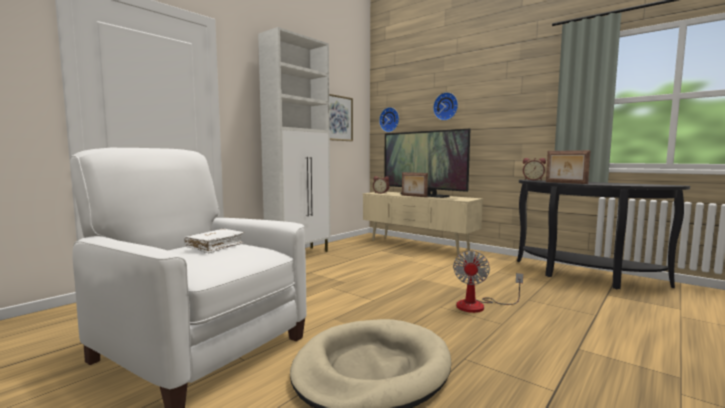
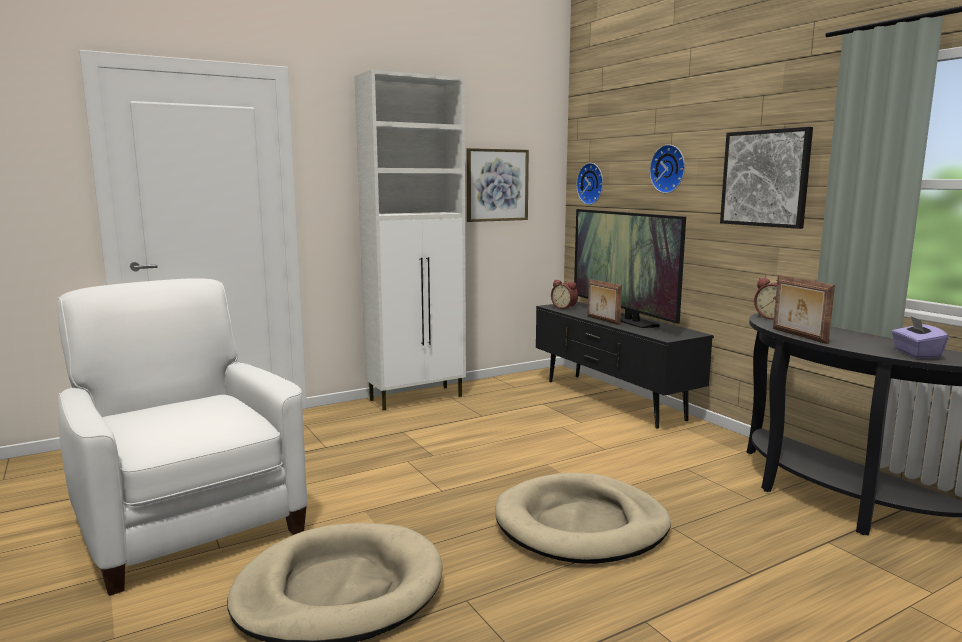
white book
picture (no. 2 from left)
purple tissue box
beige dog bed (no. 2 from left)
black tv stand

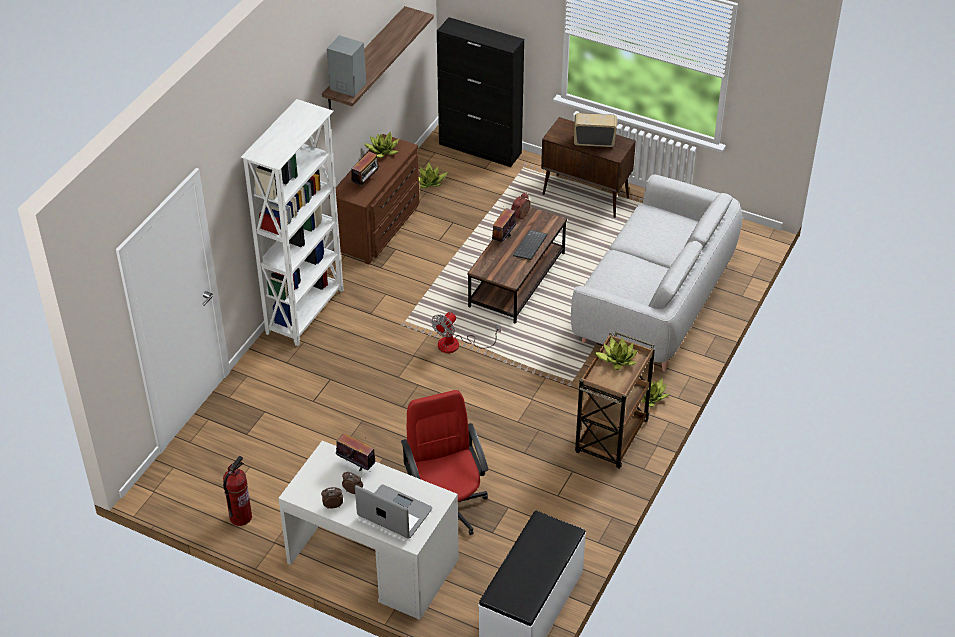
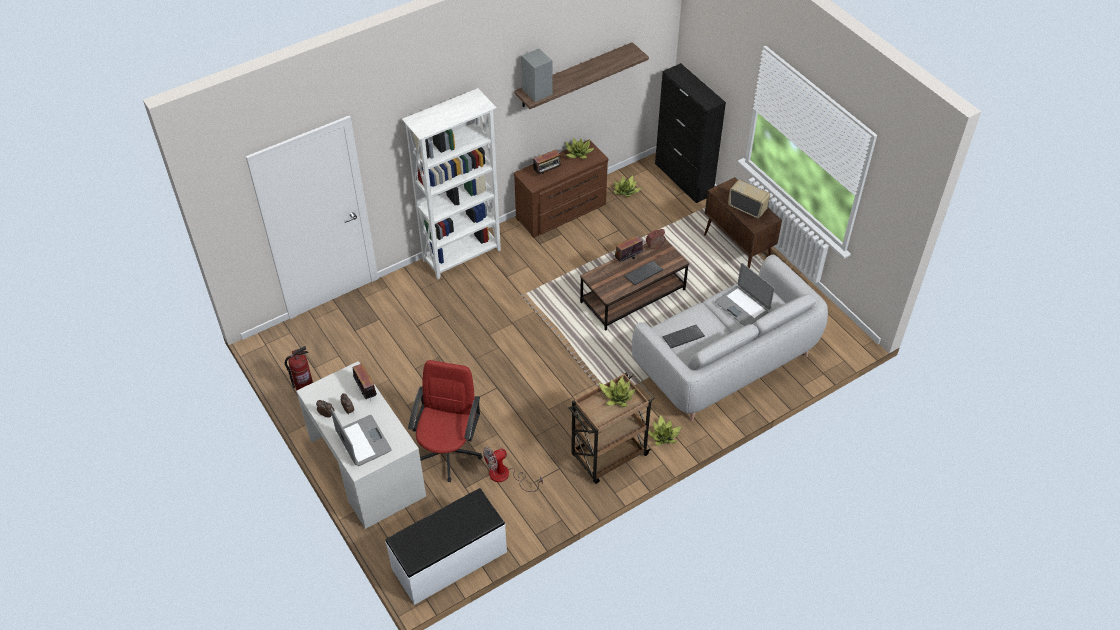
keyboard (no. 2 from left)
laptop (no. 2 from left)
fan

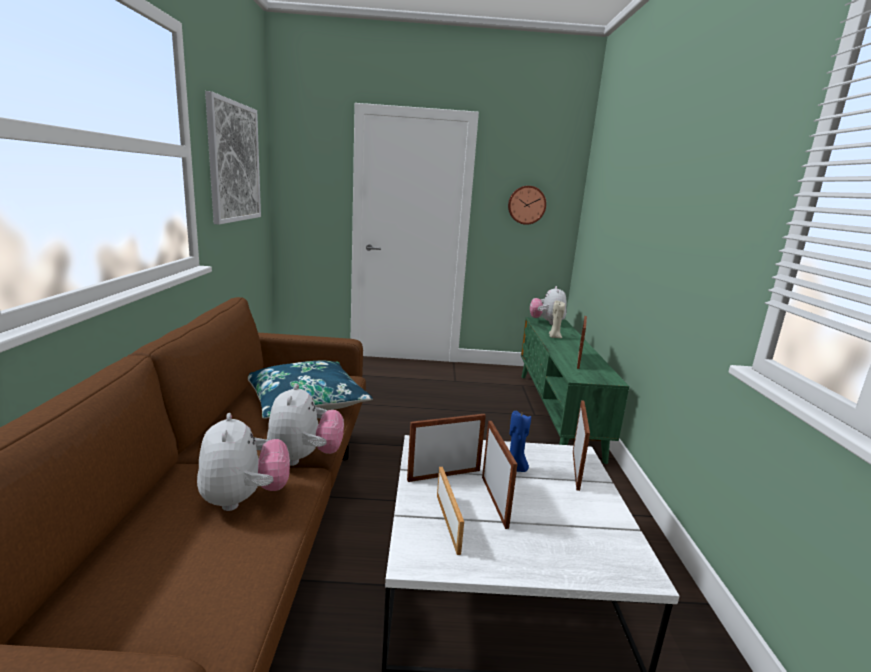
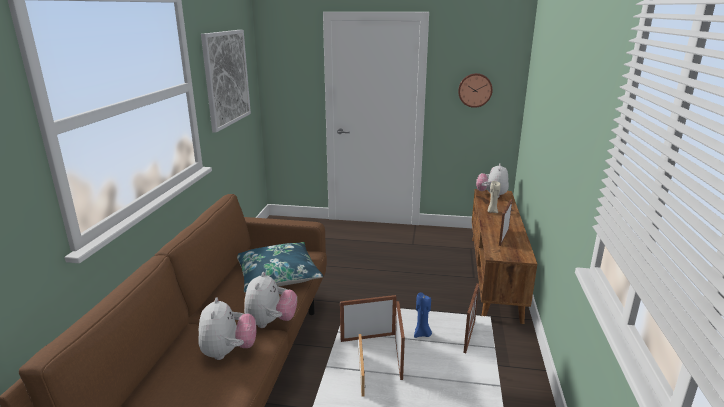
brown tv stand

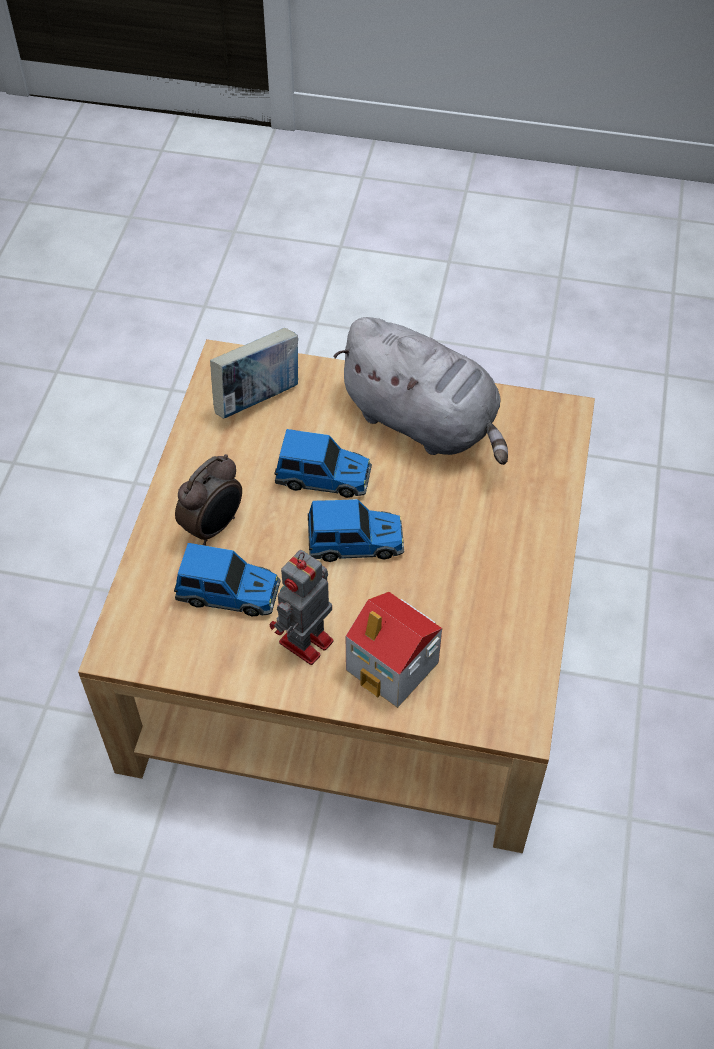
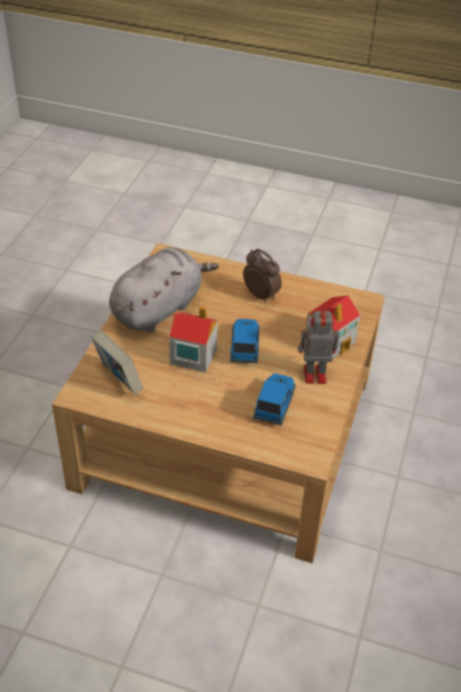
alarm clock
toy house (no. 1 from left)
toy robot

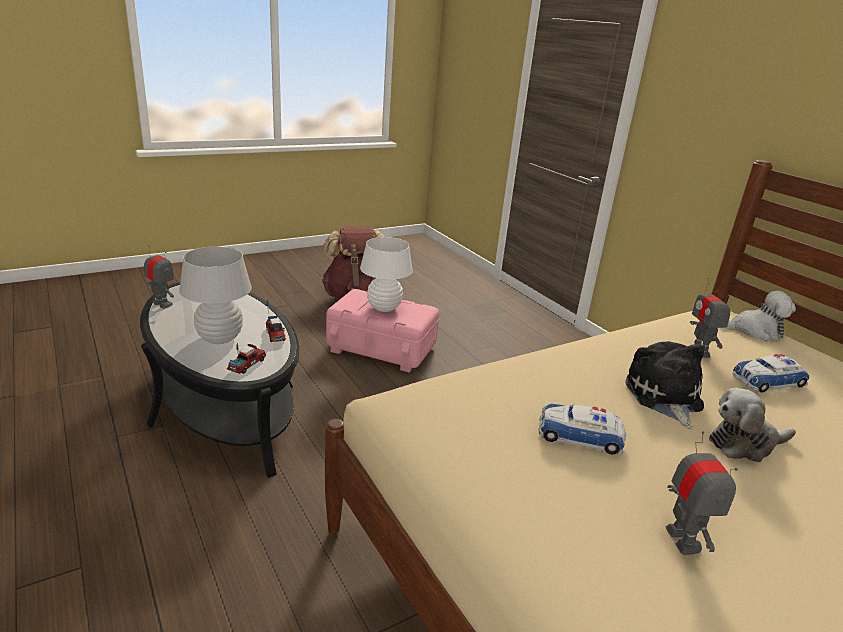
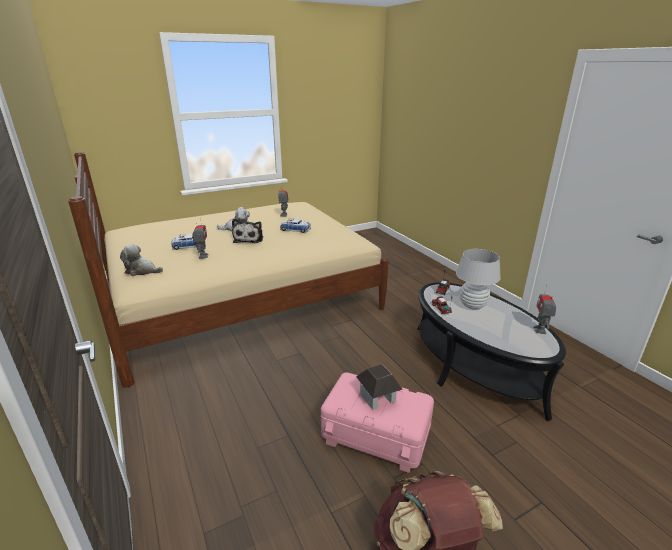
toy house
toy robot (no. 3 from left)

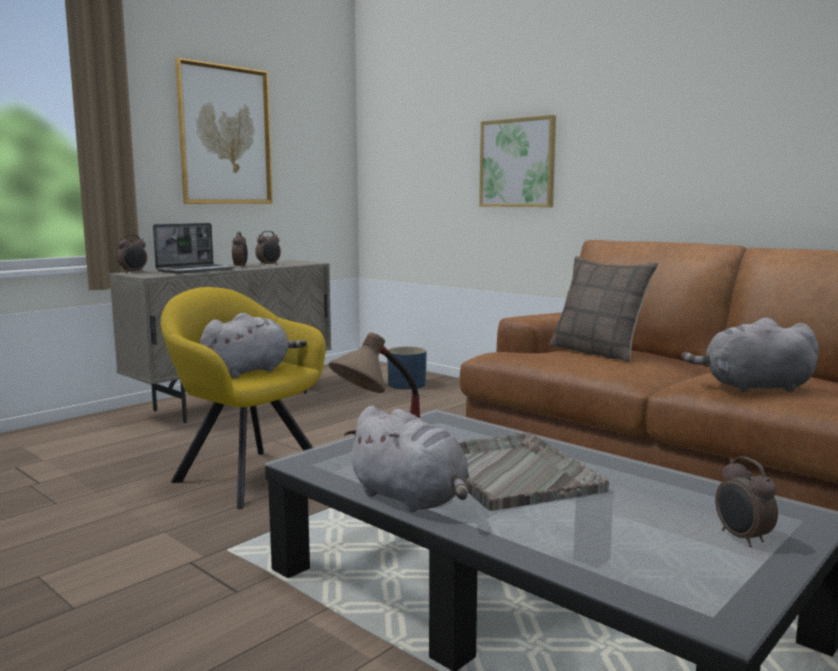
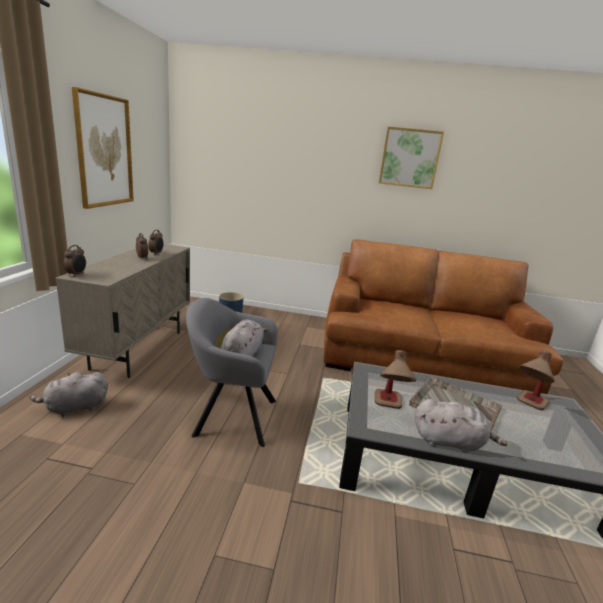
laptop
pillow
alarm clock (no. 4 from left in the first image)
table lamp (no. 2 from left)
picture (no. 2 from left)
grey plush toy (no. 1 from left)
grey armchair

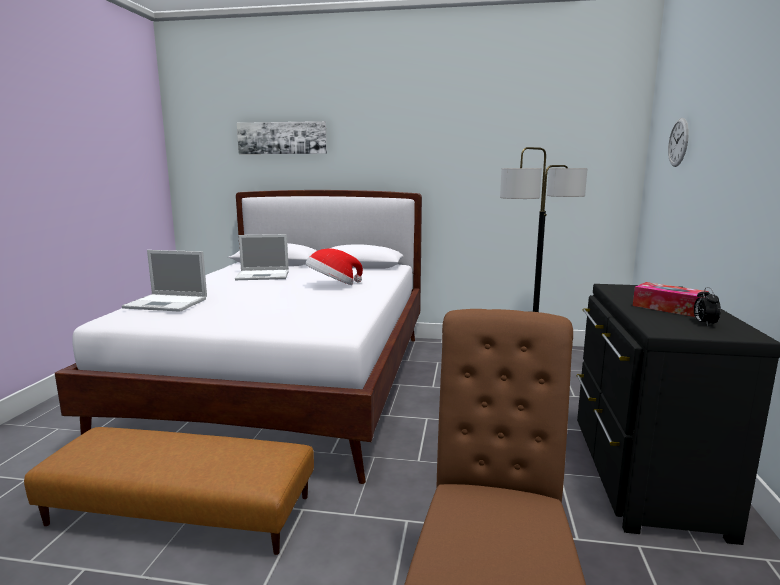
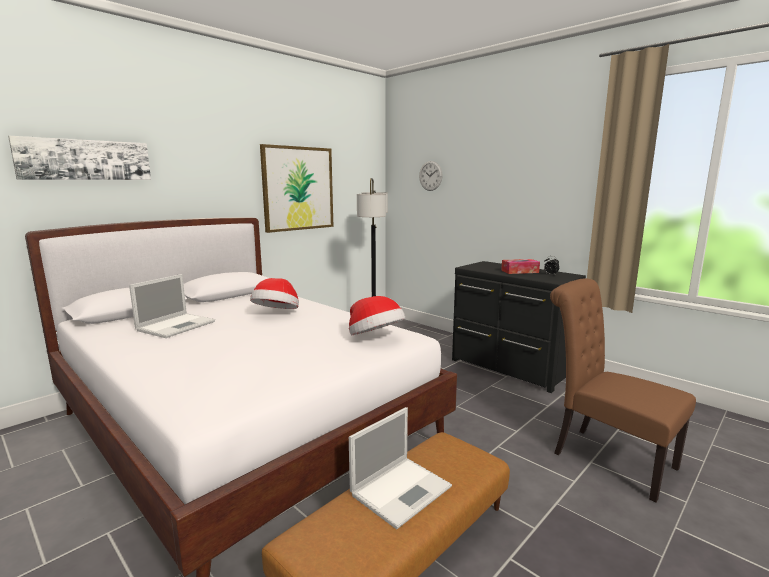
picture (no. 2 from left)
hat (no. 2 from left)
laptop (no. 2 from left)

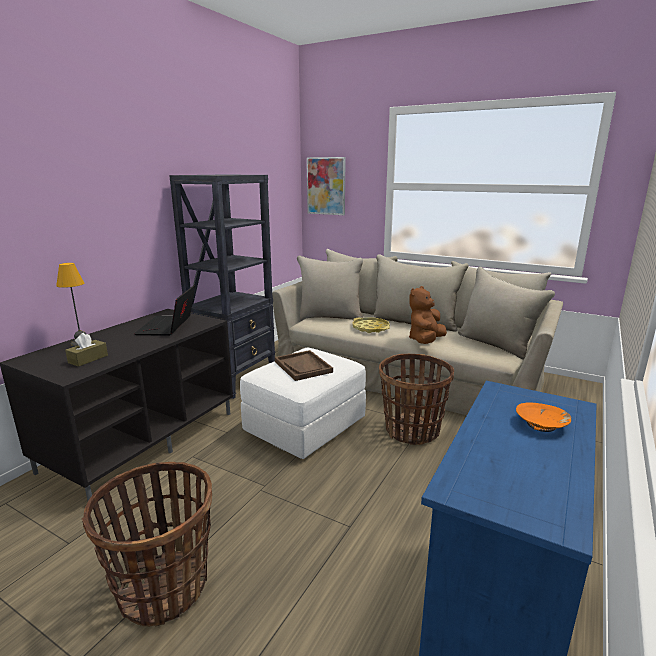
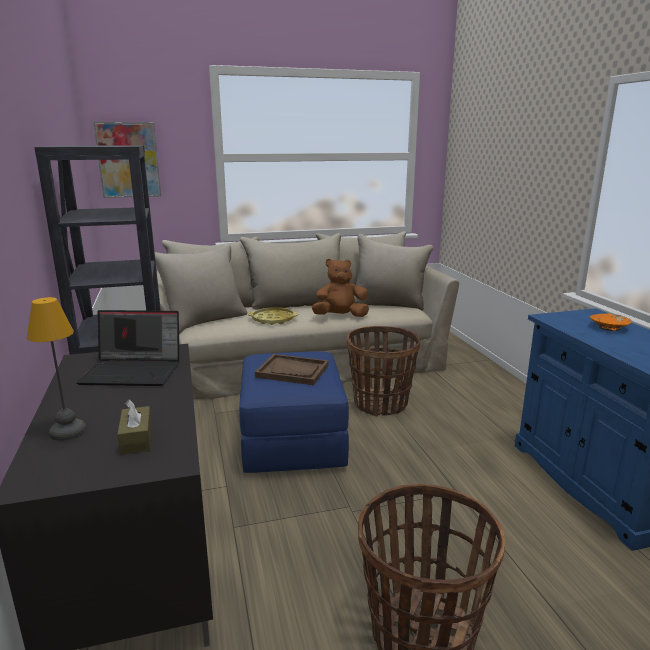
blue ottoman
laptop
brown plush toy

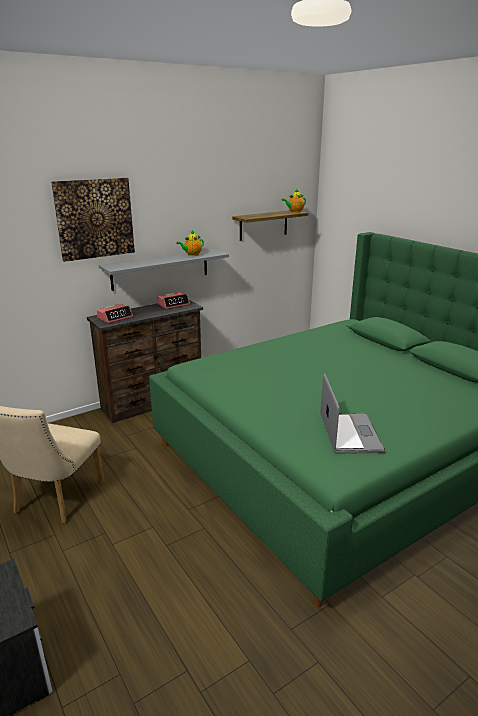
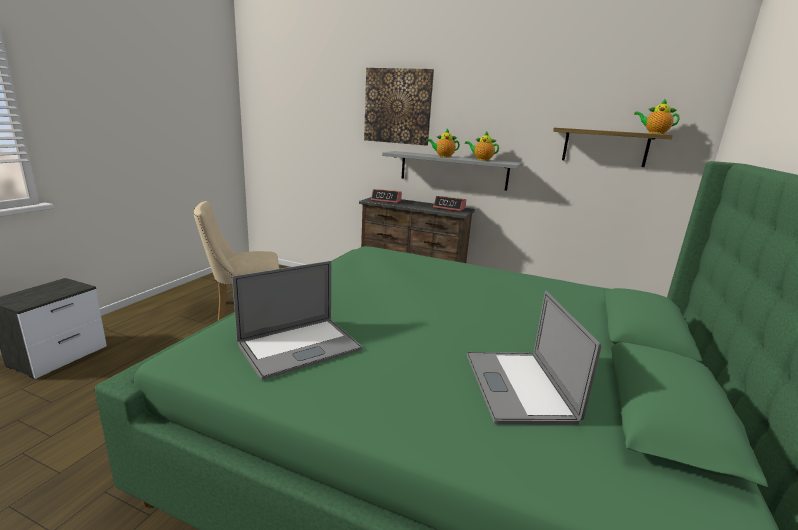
teapot (no. 1 from left)
laptop (no. 2 from left)

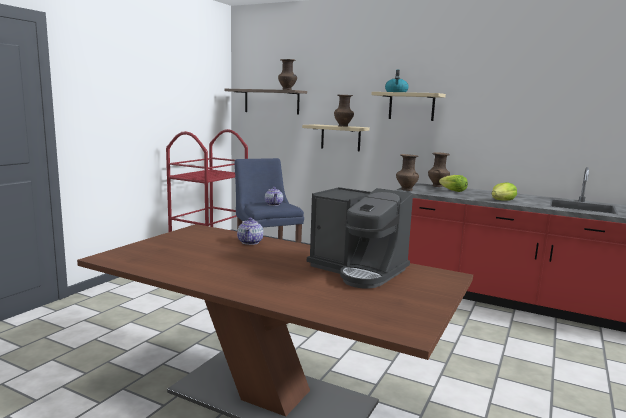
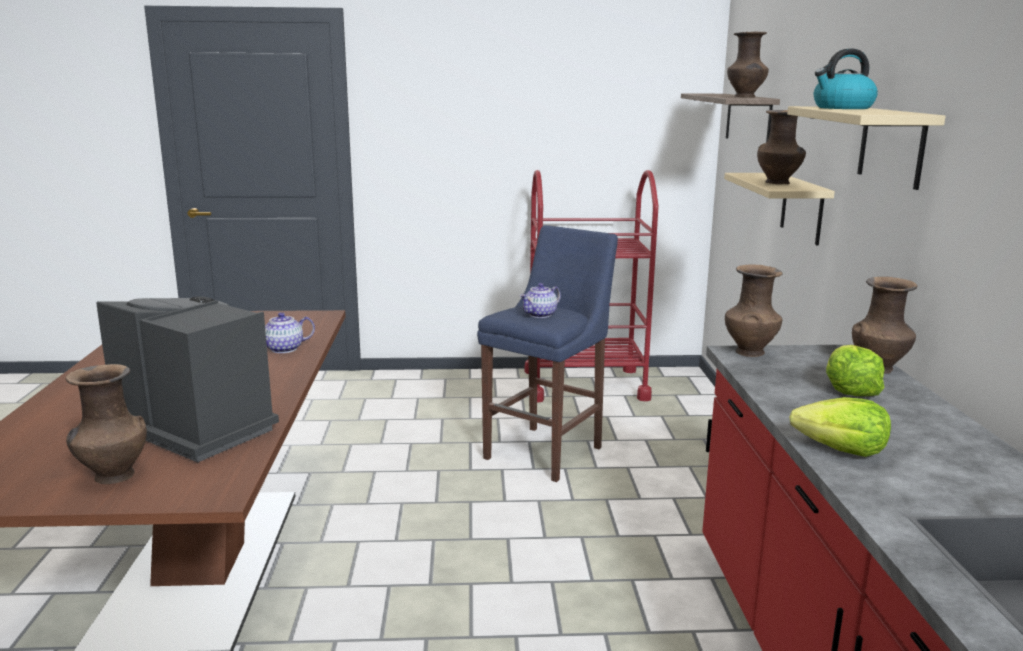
brown vase (no. 1 from left)
coffee machine

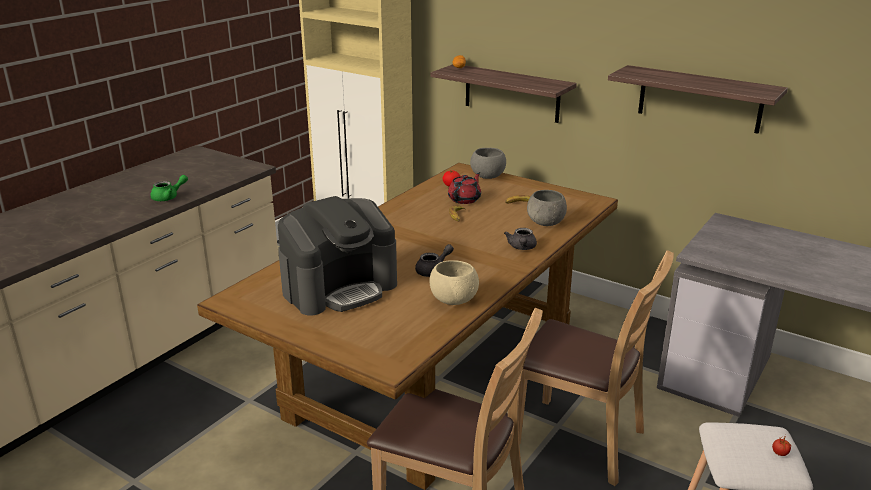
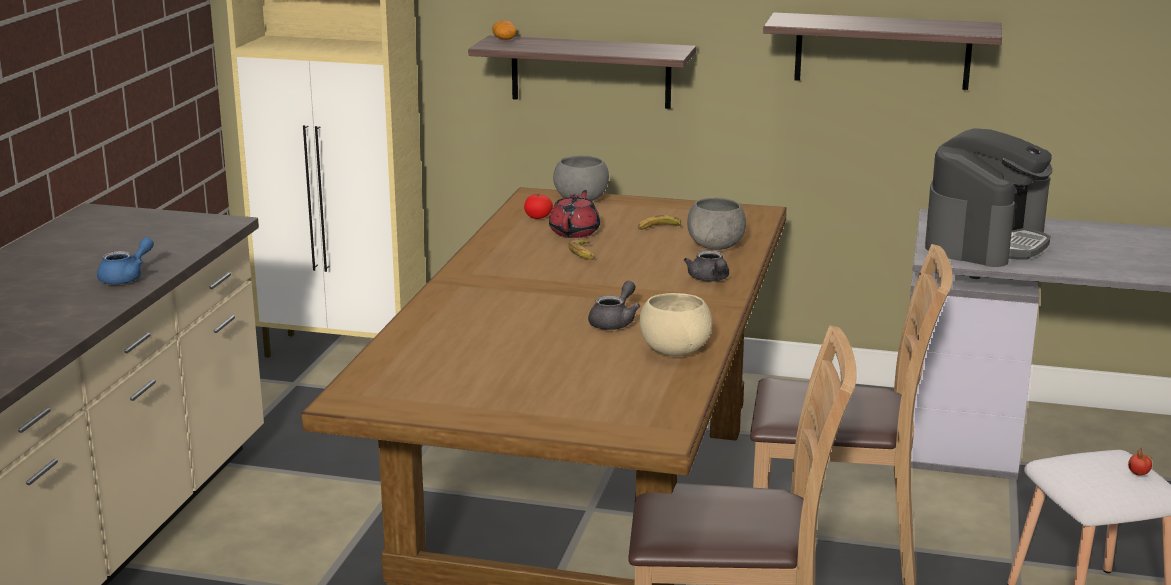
coffee machine
blue teapot

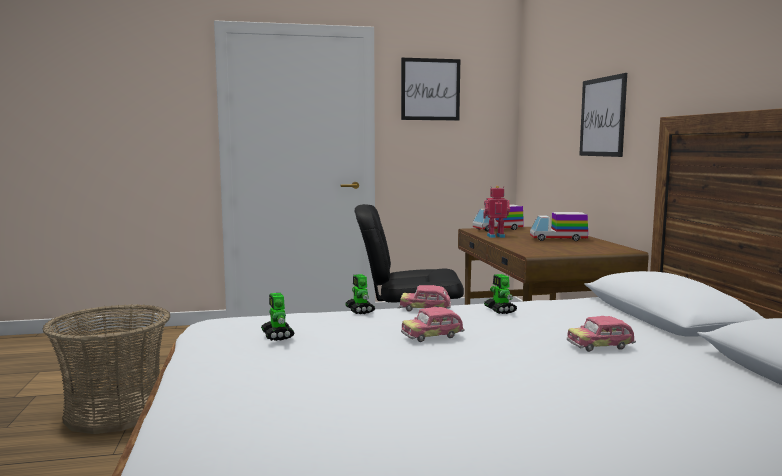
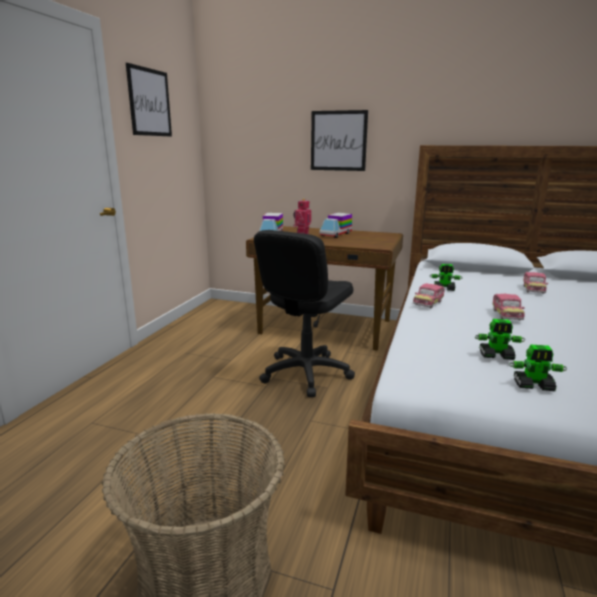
toy robot (no. 4 from left)

